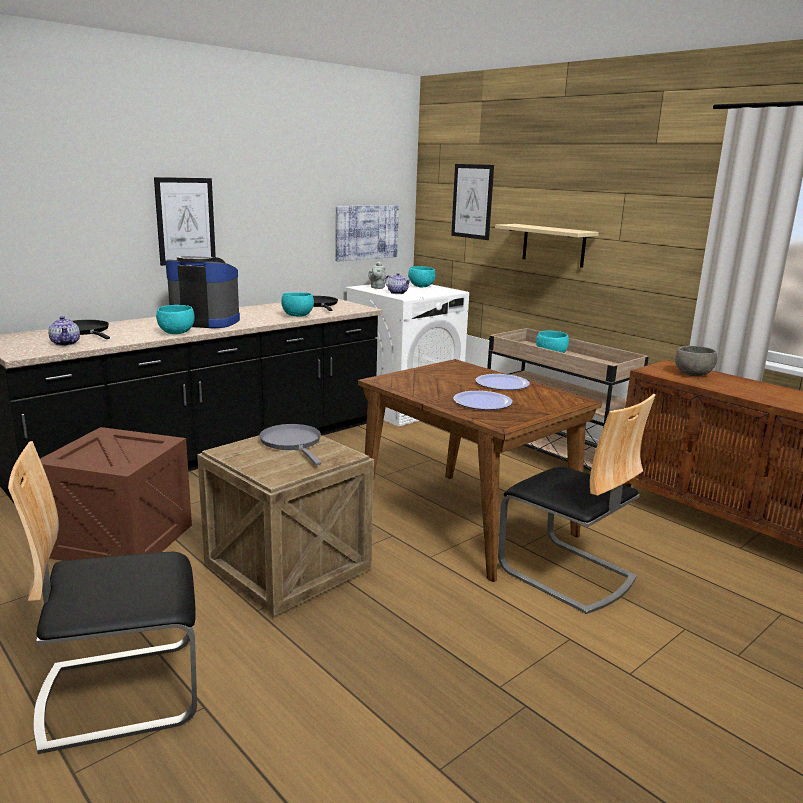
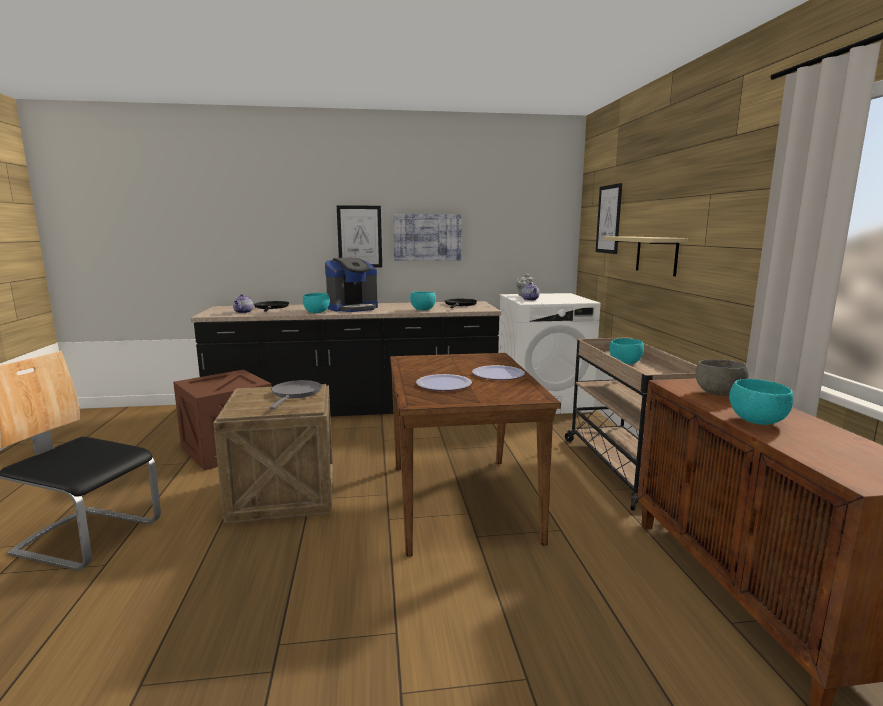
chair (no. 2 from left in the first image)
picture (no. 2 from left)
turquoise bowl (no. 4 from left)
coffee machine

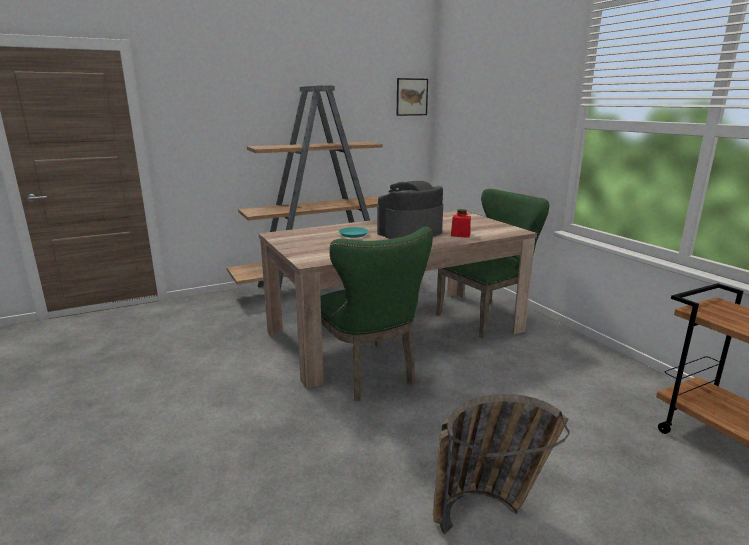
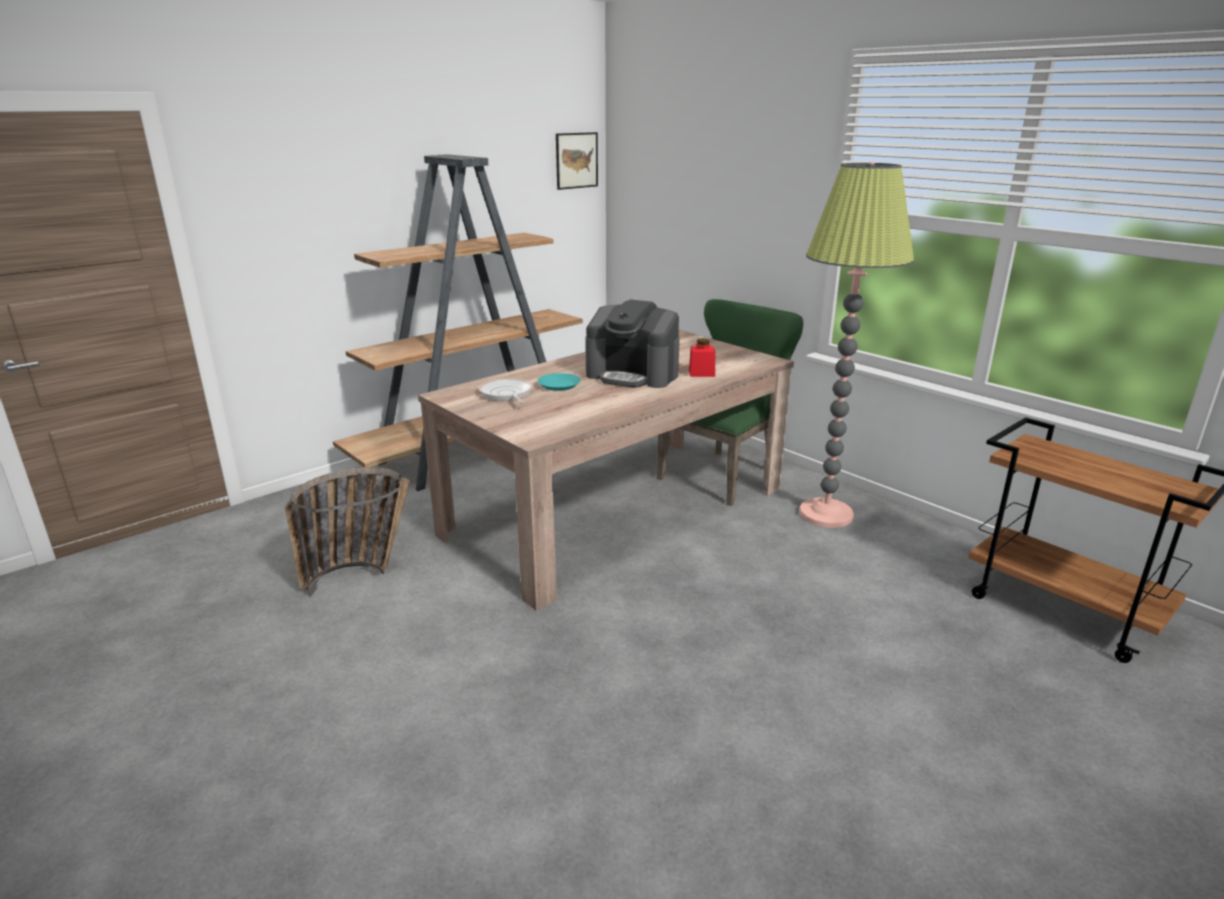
green chair (no. 1 from left in the first image)
frying pan
floor lamp
basket
coffee machine

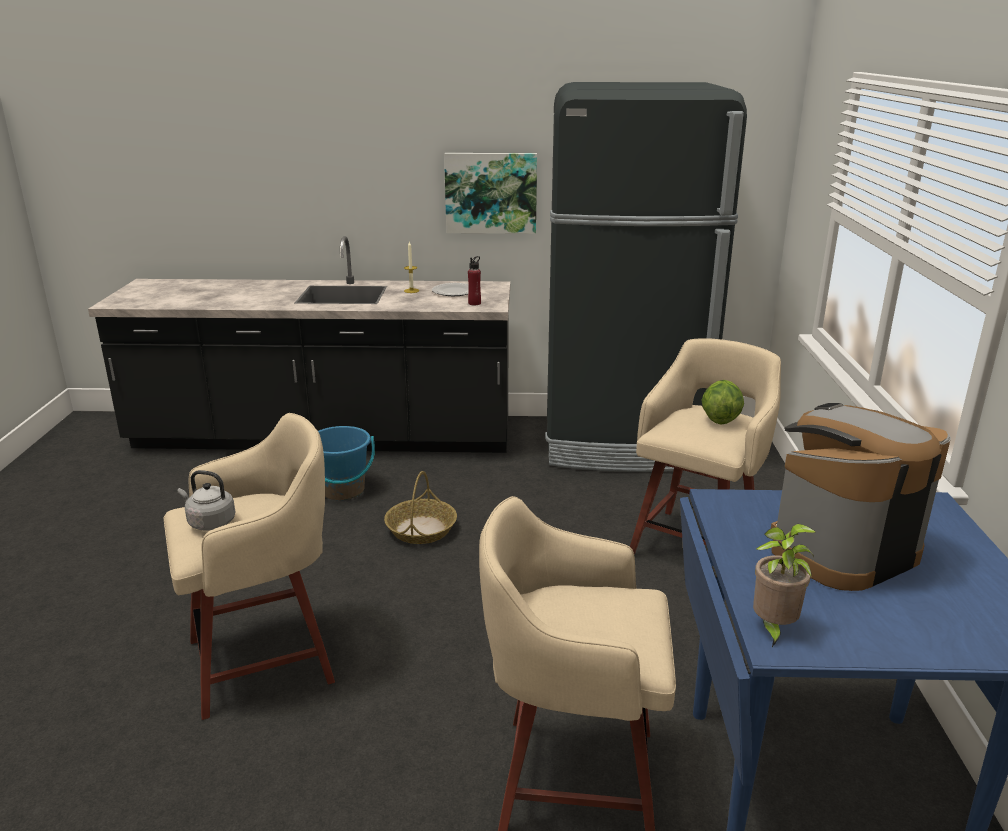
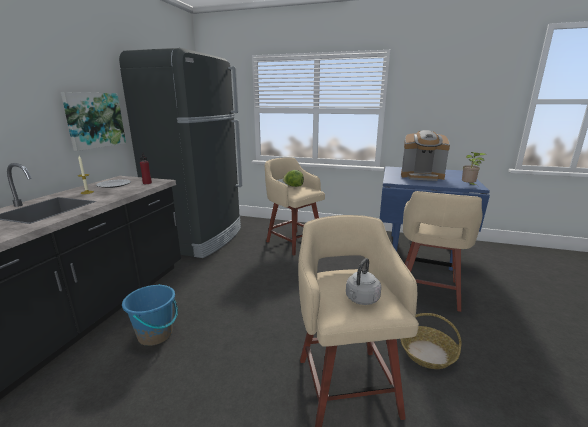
basket
coffee machine

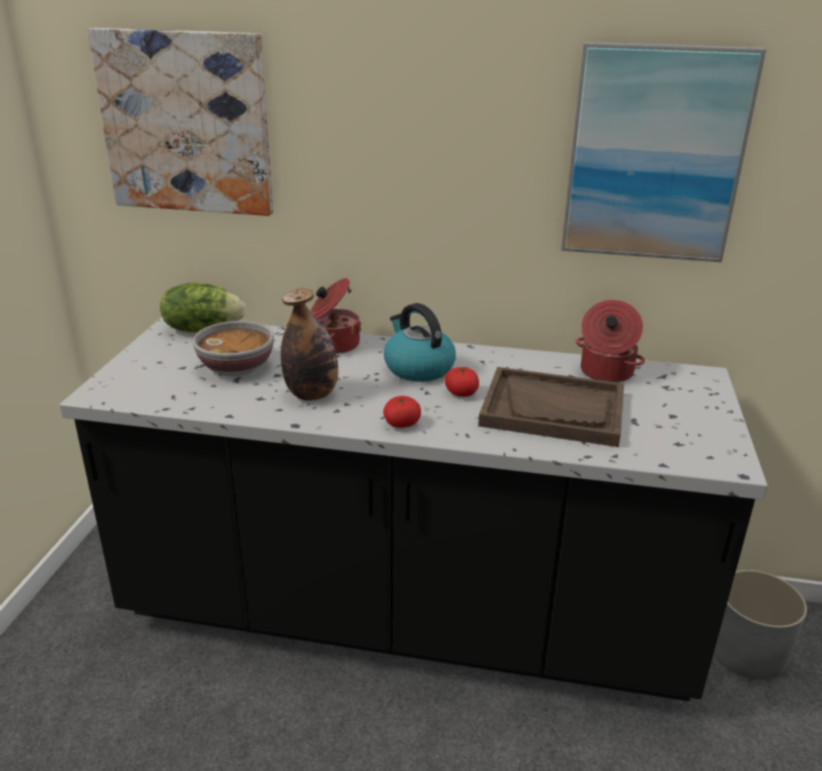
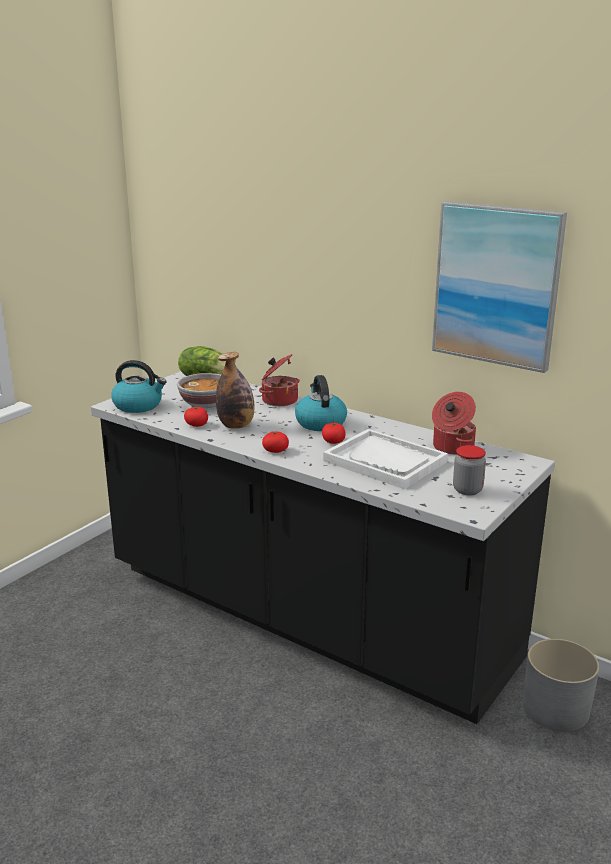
picture (no. 1 from left in the first image)
kettle (no. 1 from left)
tomato (no. 1 from left)
jar
white tray

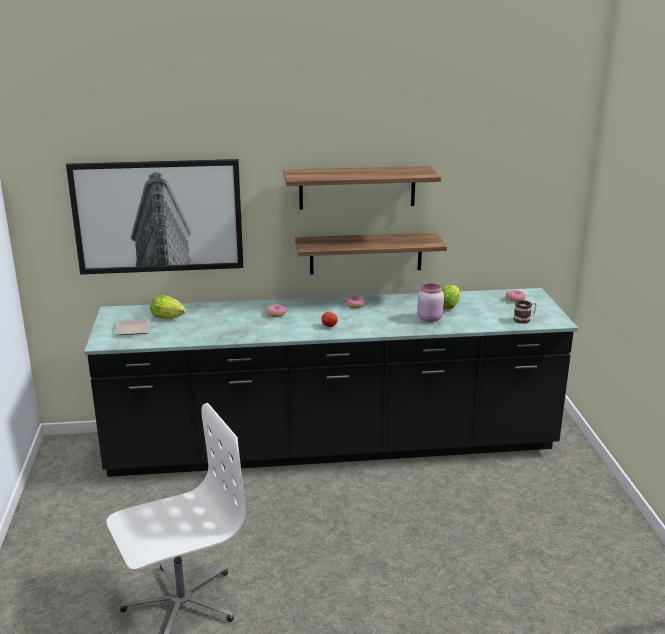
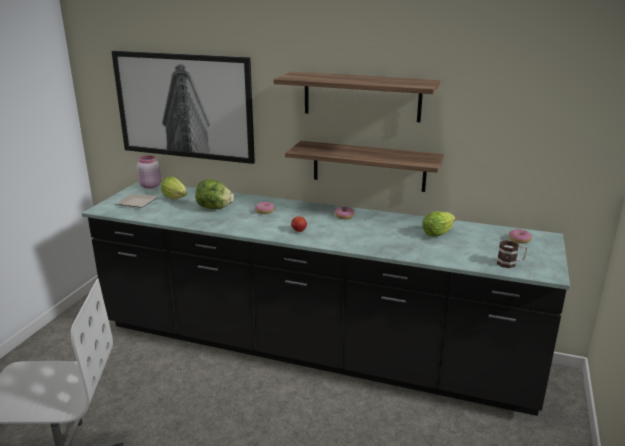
lettuce (no. 2 from left)
pink jar

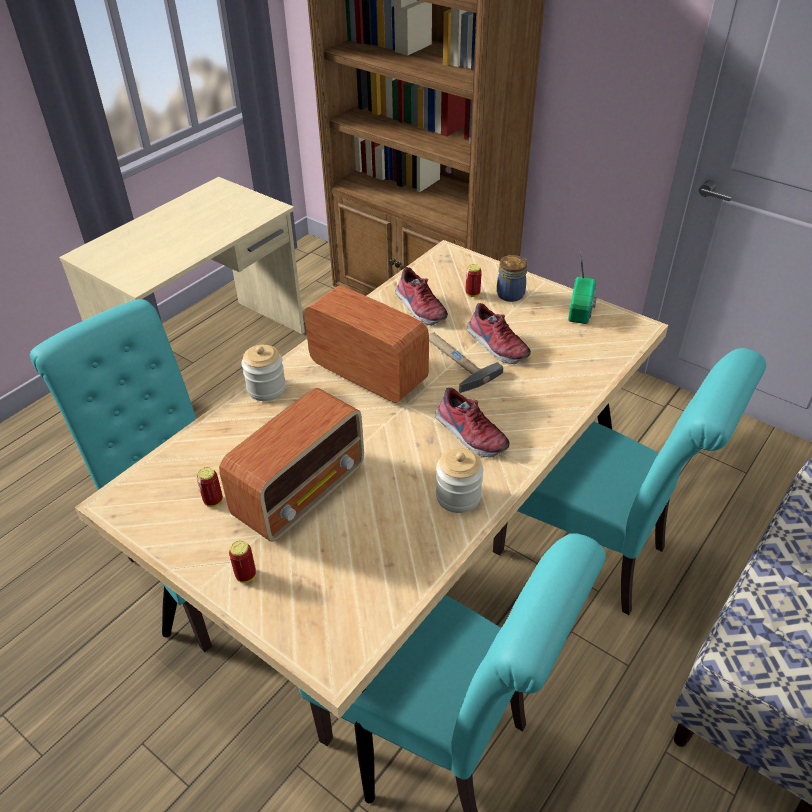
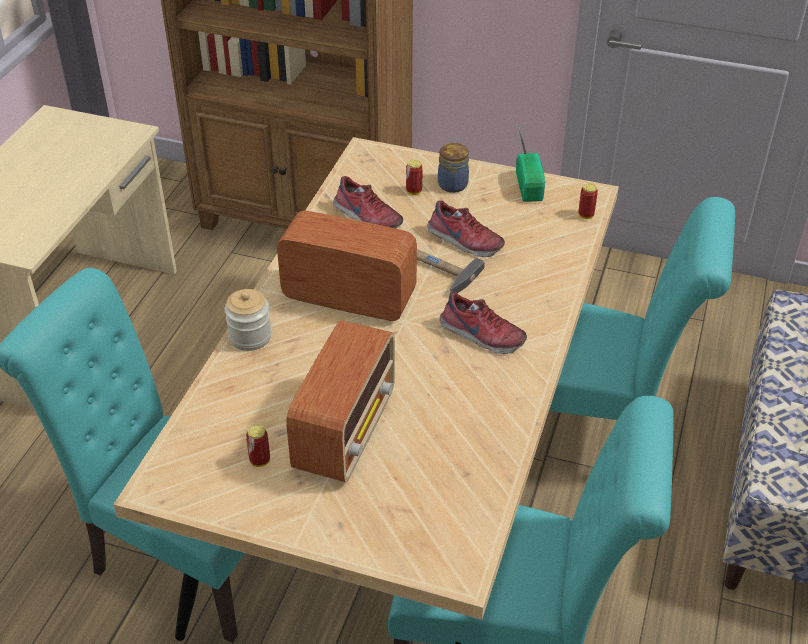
jar (no. 2 from left in the first image)
can (no. 3 from left)

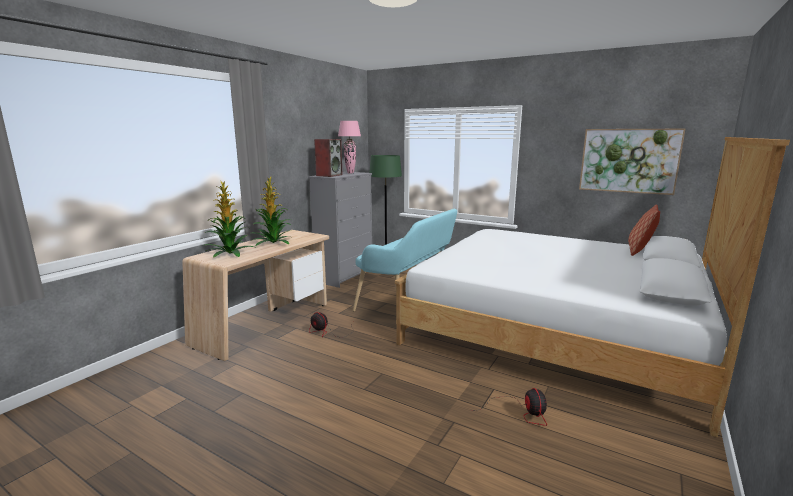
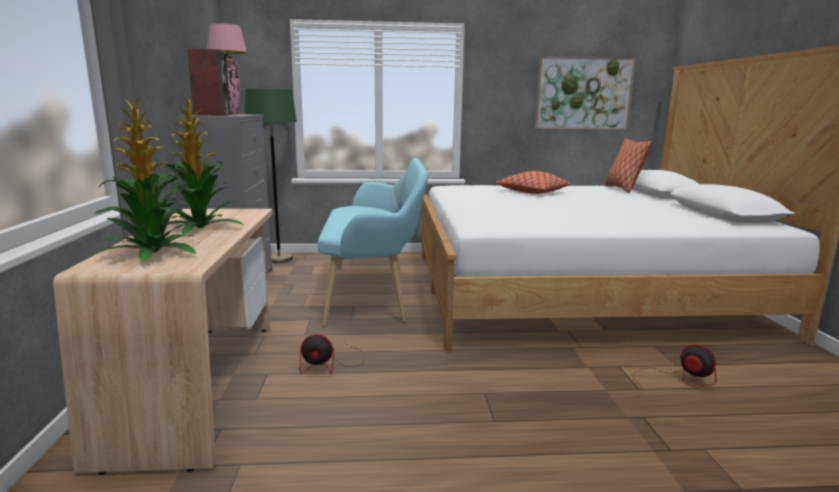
pillow (no. 1 from left)

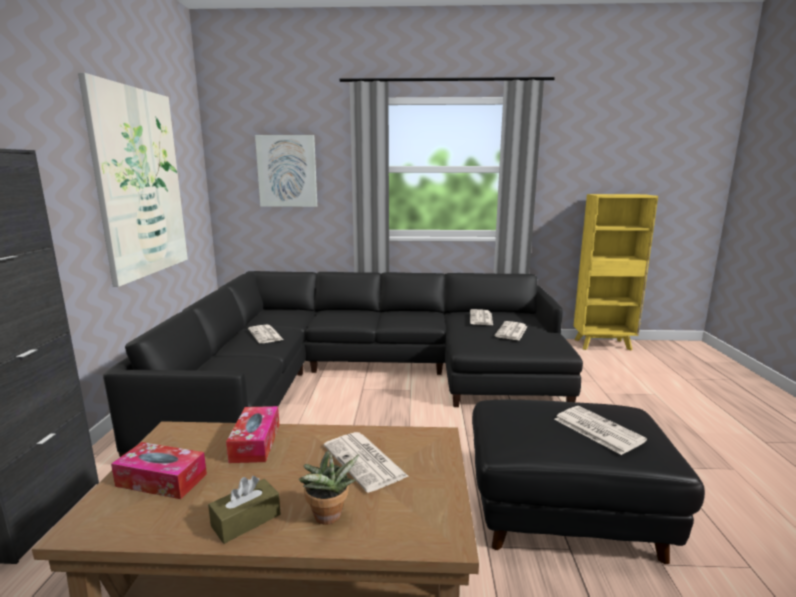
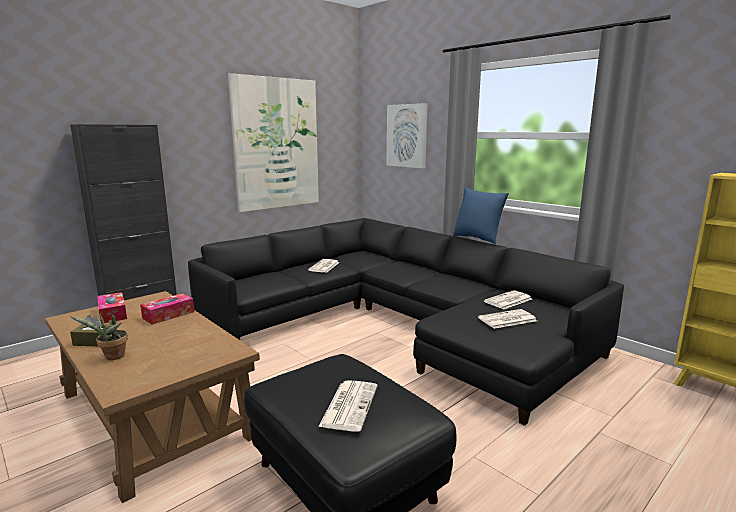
newspaper (no. 2 from left in the first image)
blue pillow

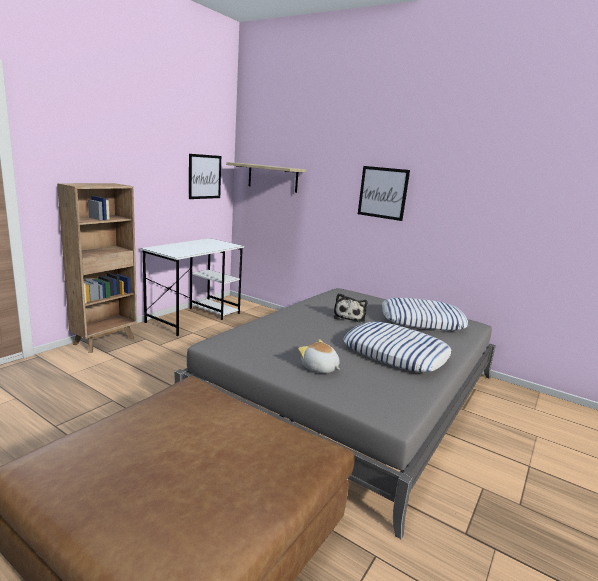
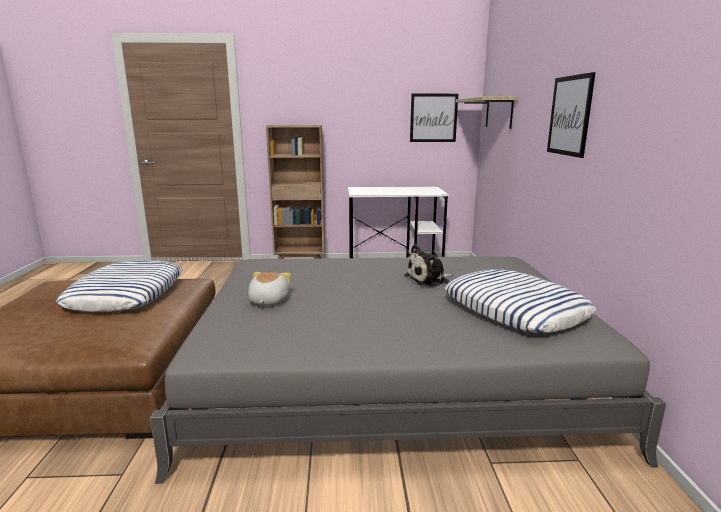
pillow (no. 1 from left)

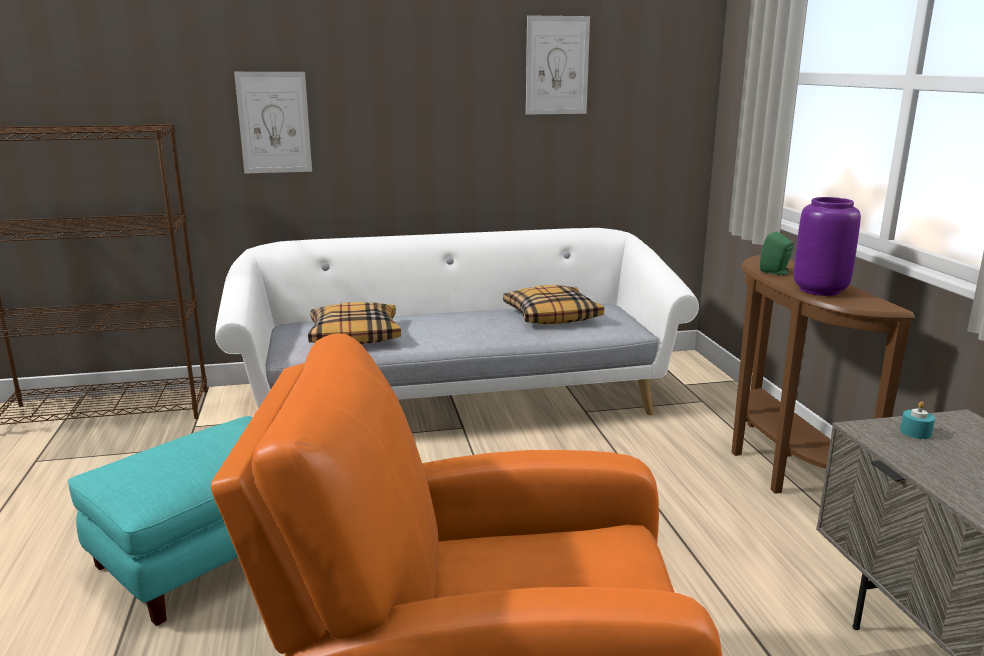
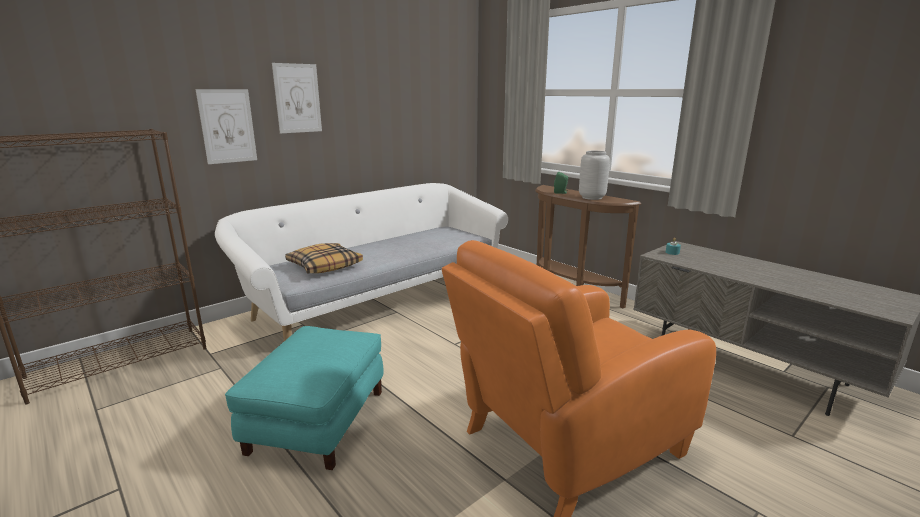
pillow (no. 2 from left in the first image)
picture (no. 2 from left)
grey vase

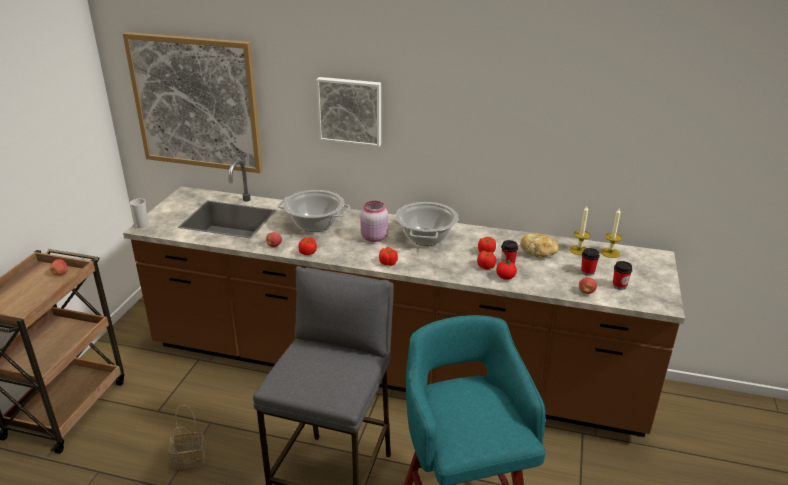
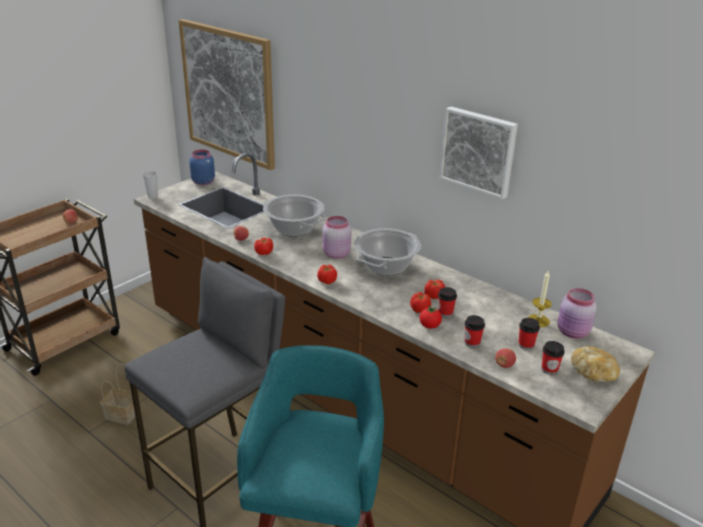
blue jar
cup (no. 3 from left)
picture (no. 2 from left)
bread
pink jar (no. 2 from left)

